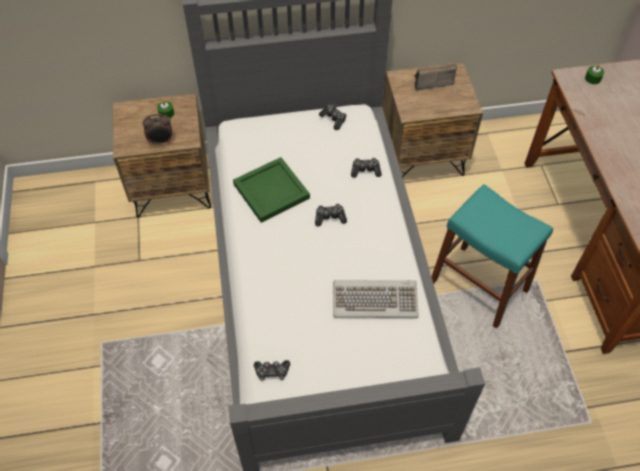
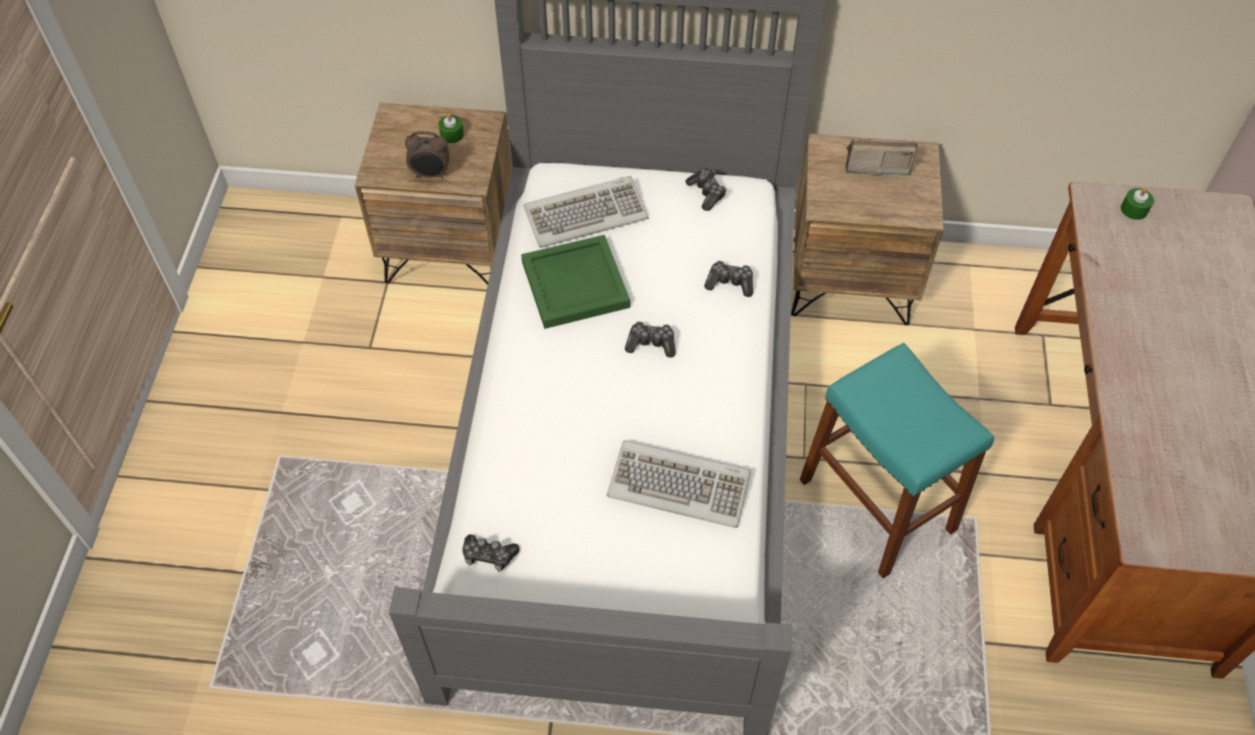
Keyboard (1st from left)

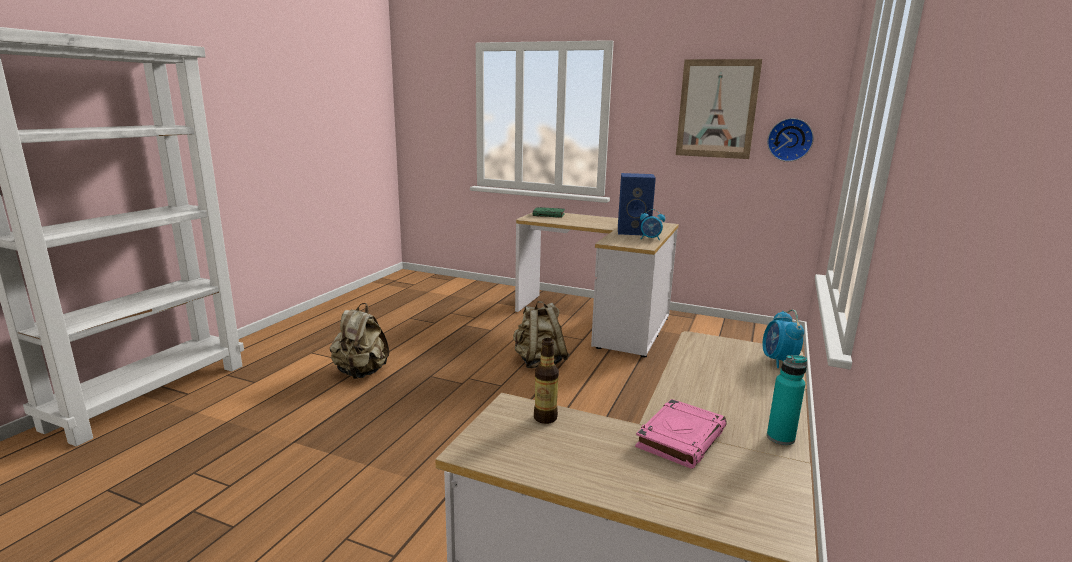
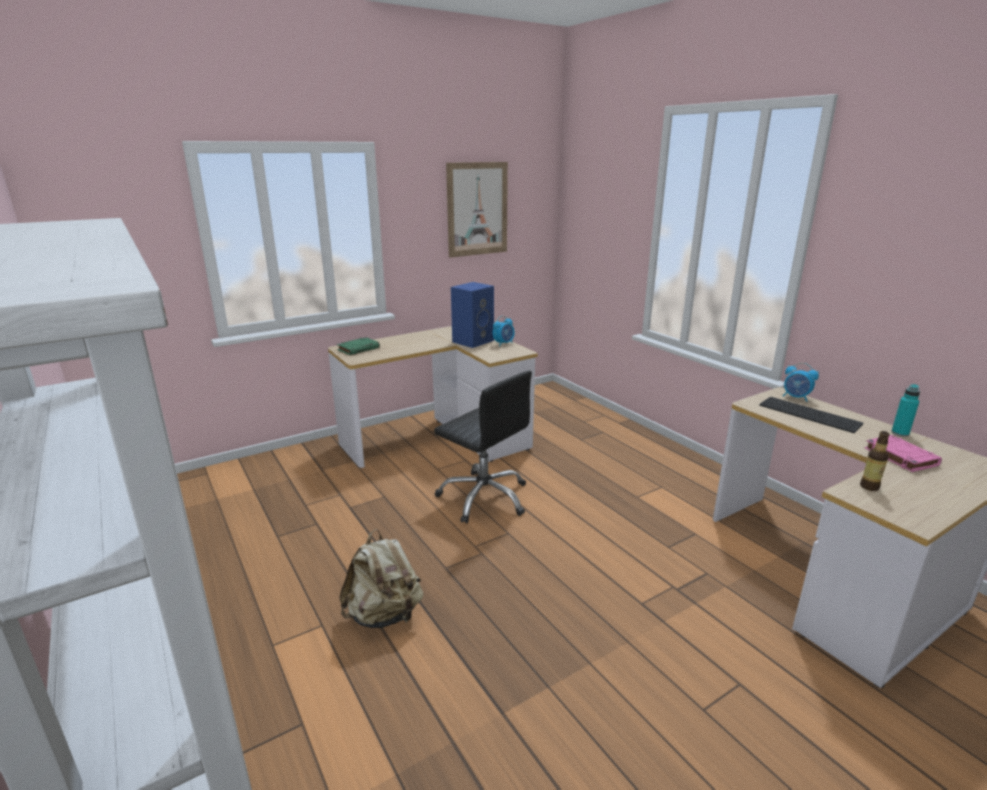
BlackColouredComputerChair; WallClock; Keyboard

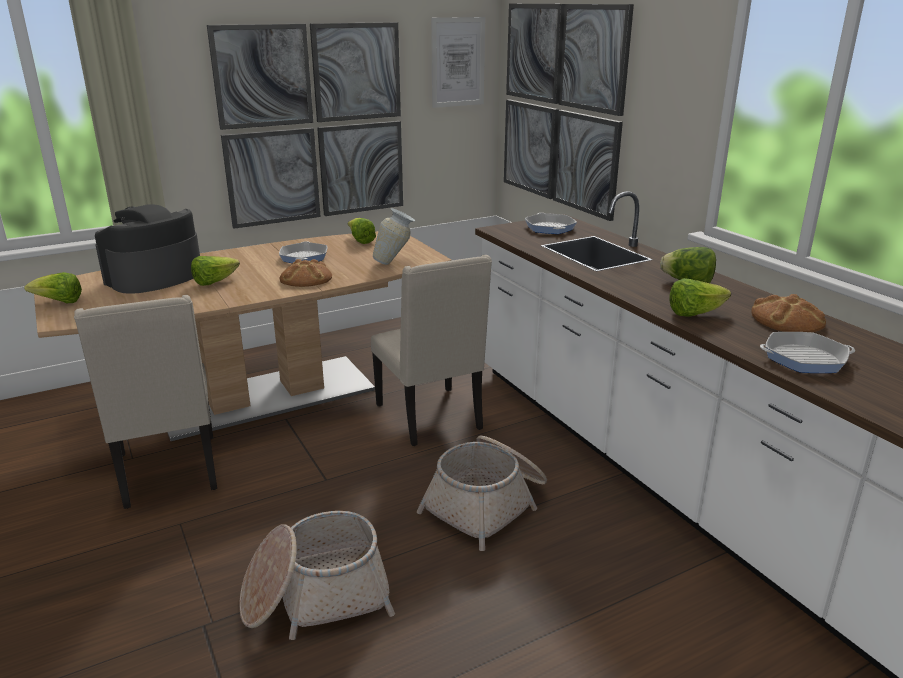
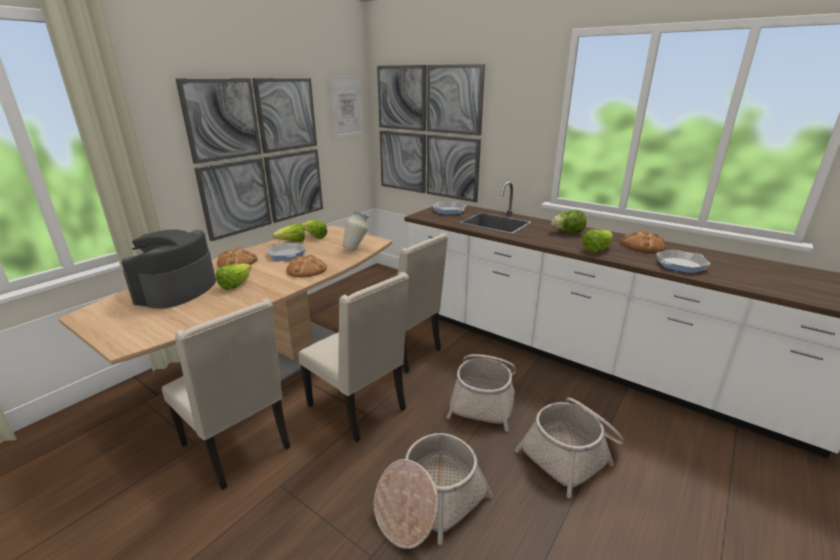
LettuceHead (2nd from left); BakeryBread (1st from left); BeigePlainChair (2nd from left); Basket (3rd from left)

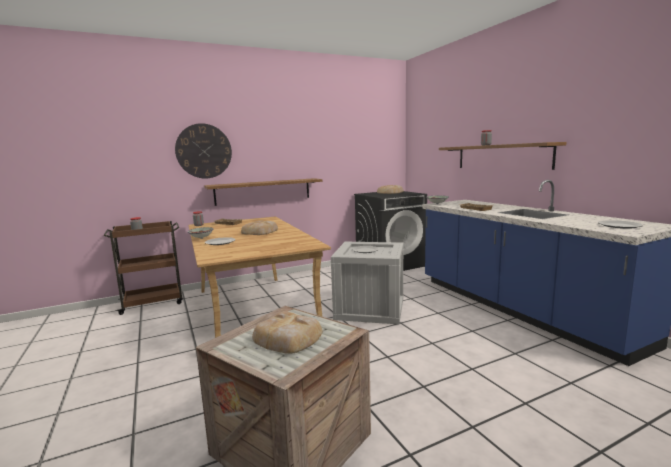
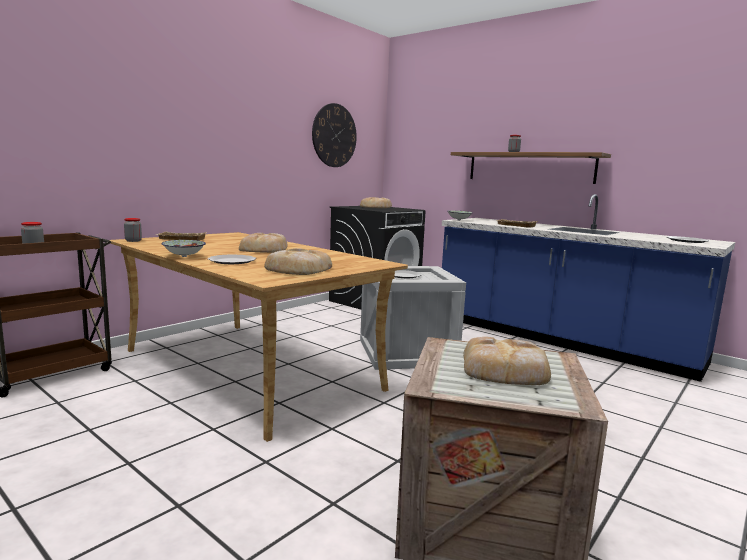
WallClock; BracketShelf (1st from left in the first image); BakeryBread (2nd from left)

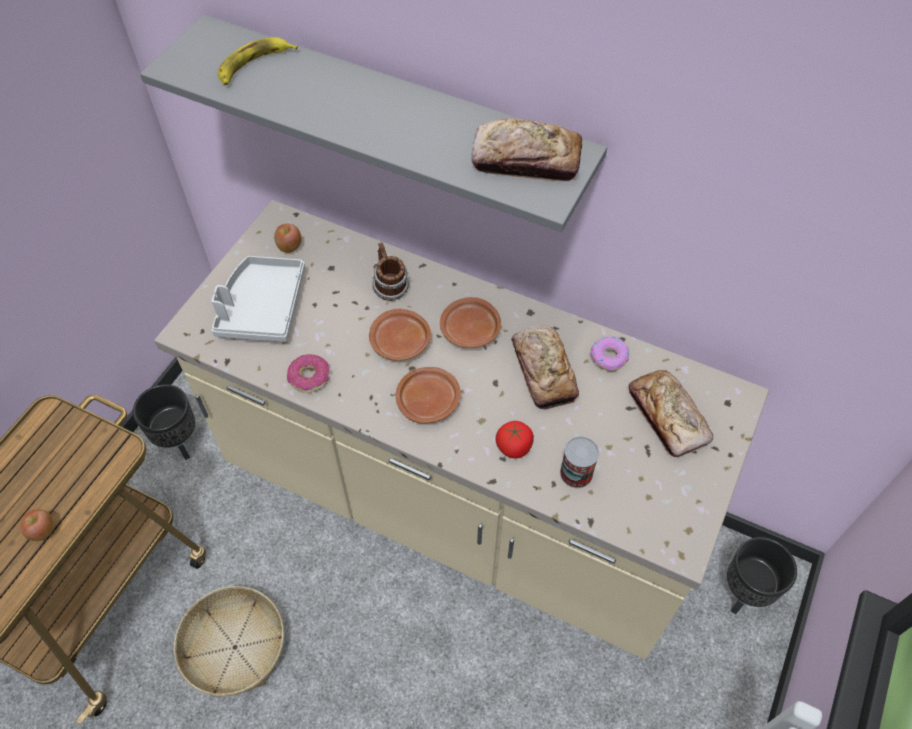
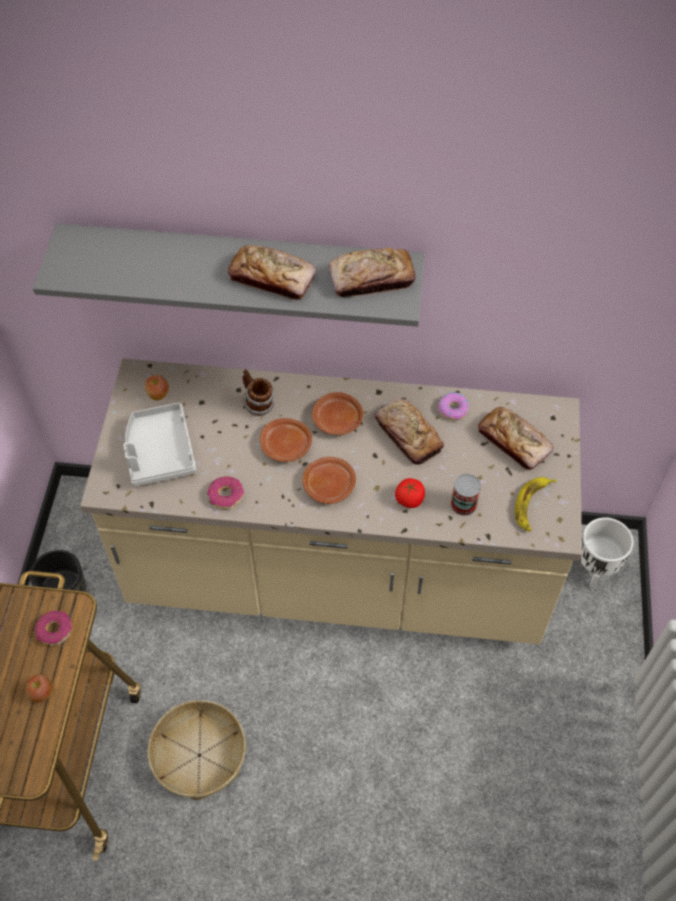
Banana; WhiteFlowerPot; Donut (1st from left); BakeryBread (1st from left)

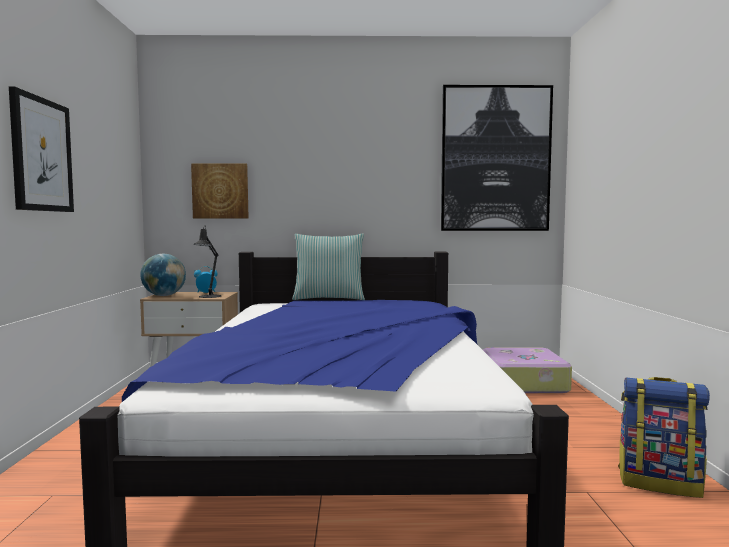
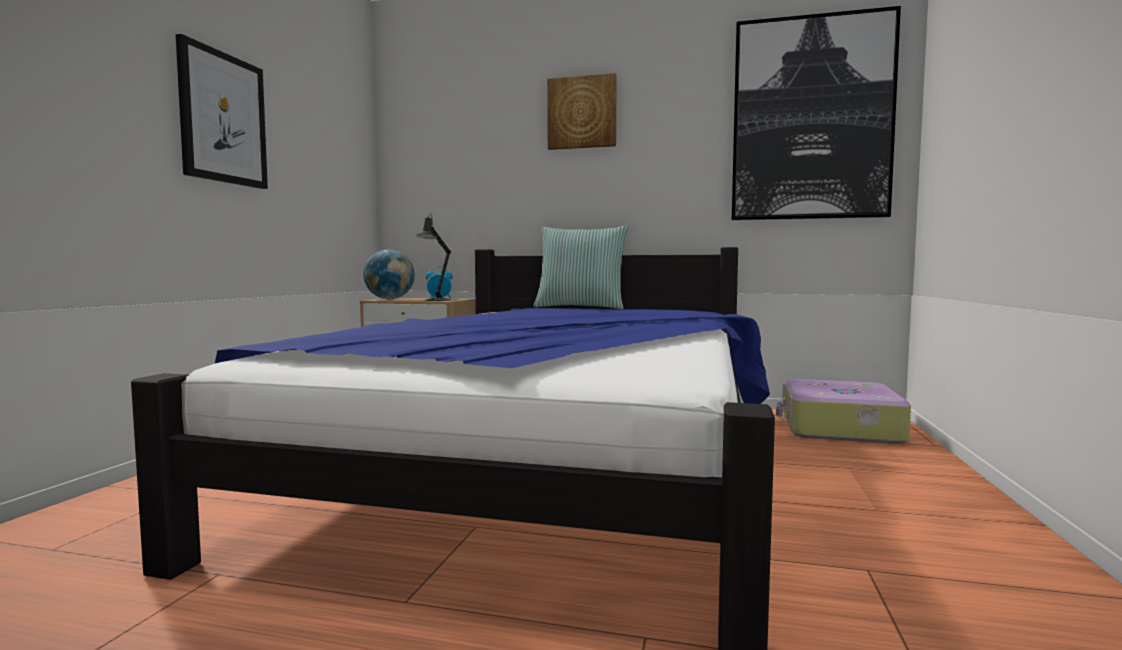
Picture (2nd from left); Knapsack

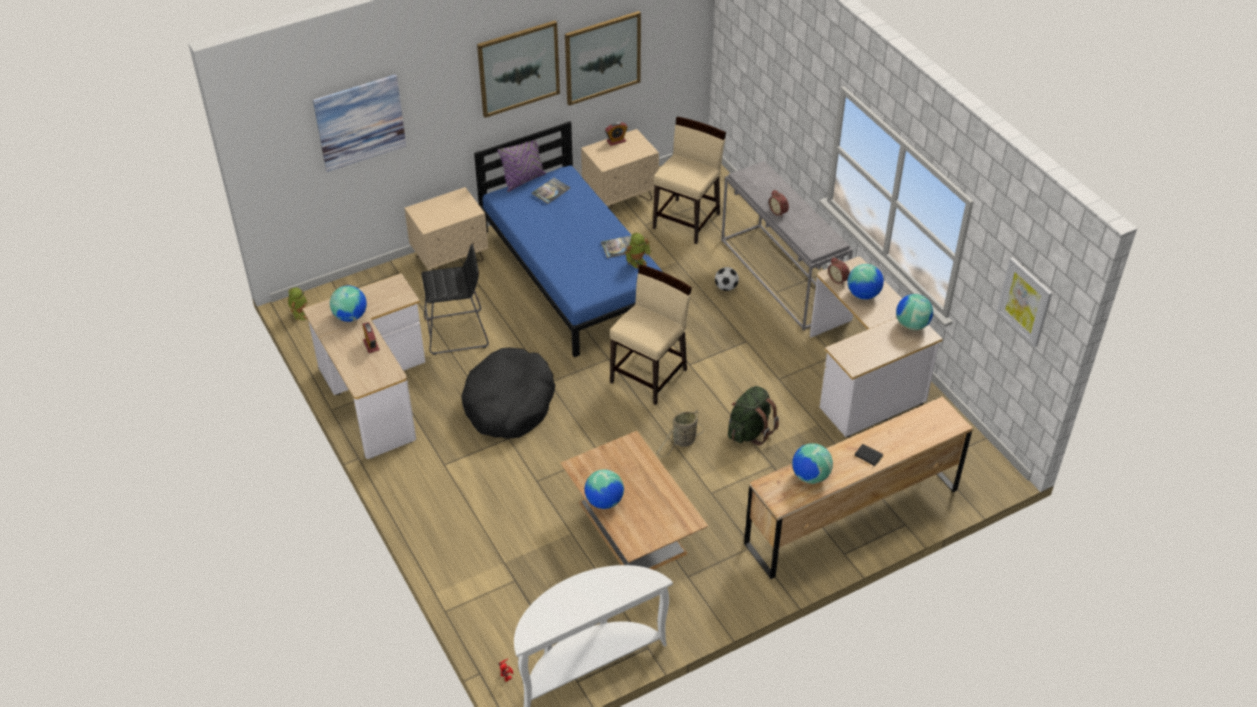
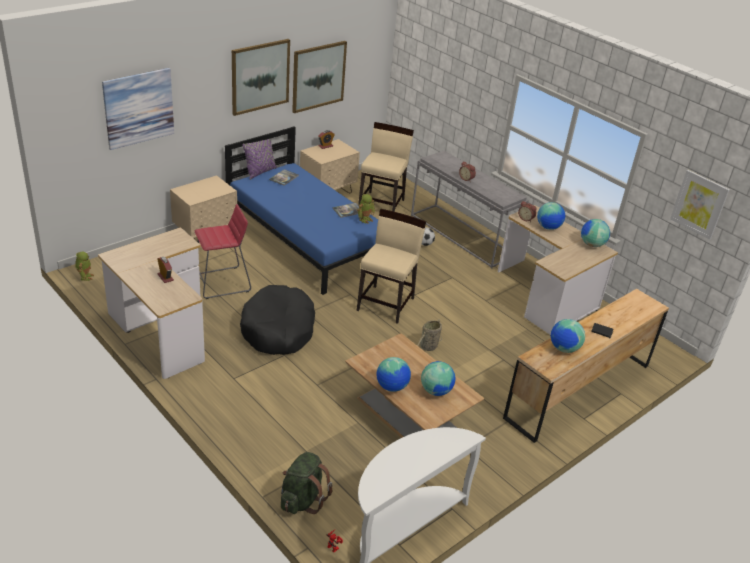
DeskGlobe (2nd from left); RedStoolSeat; GreenishKnapsack

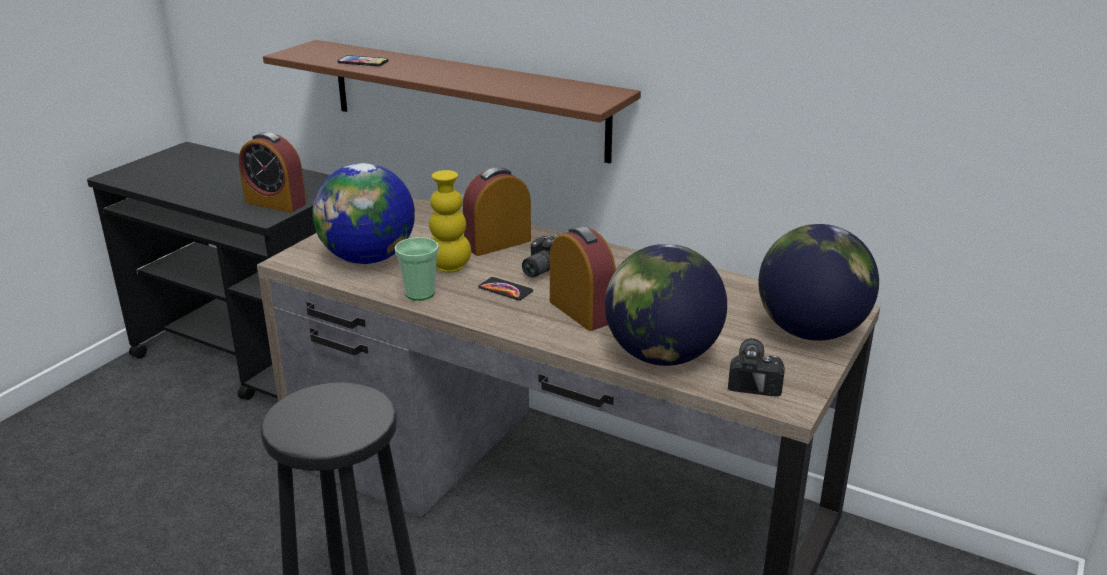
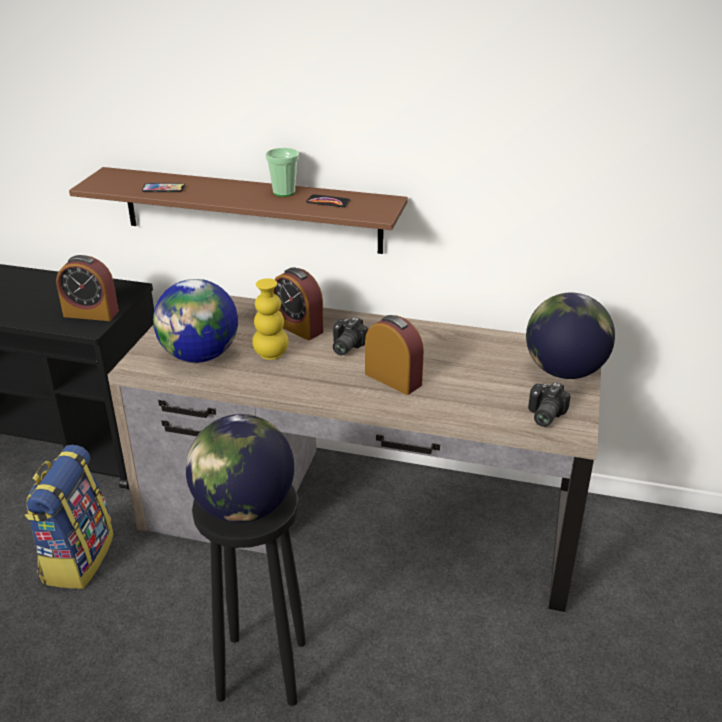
SmallCup; TableClock (2nd from left); Telephone (2nd from left); DeskGlobe (2nd from left); PhotoCamera (2nd from left); Knapsack

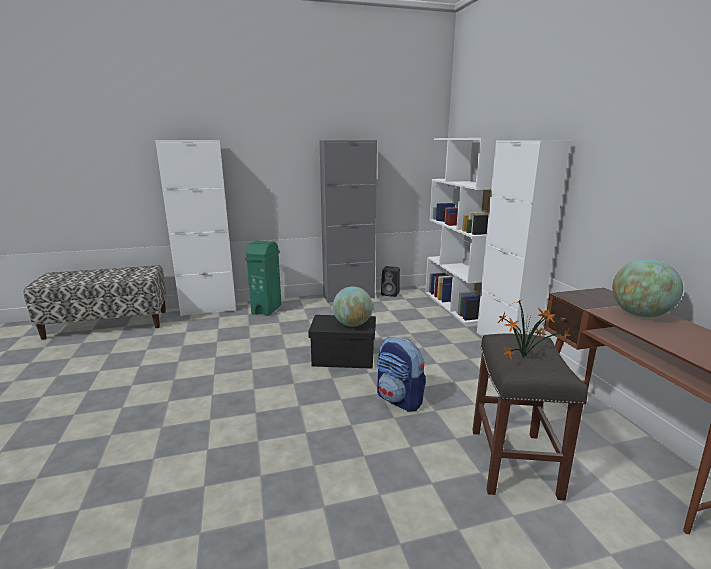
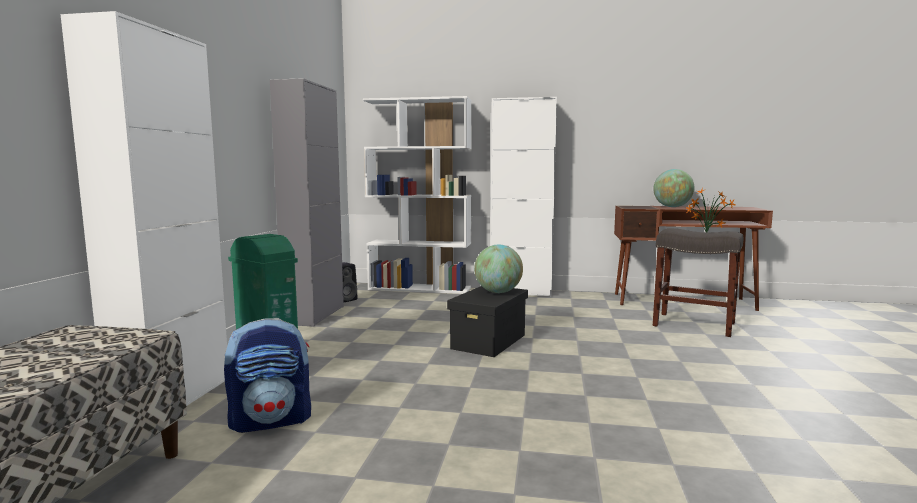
Knapsack

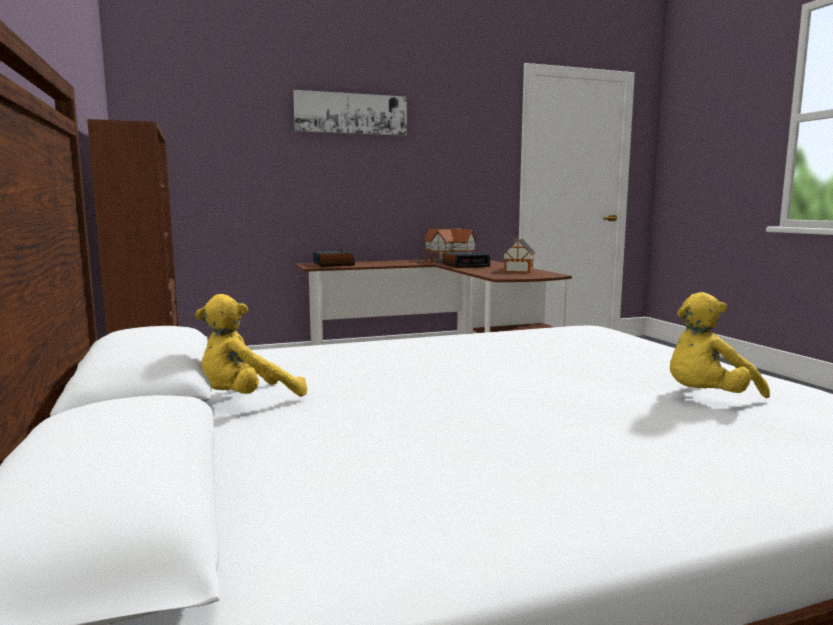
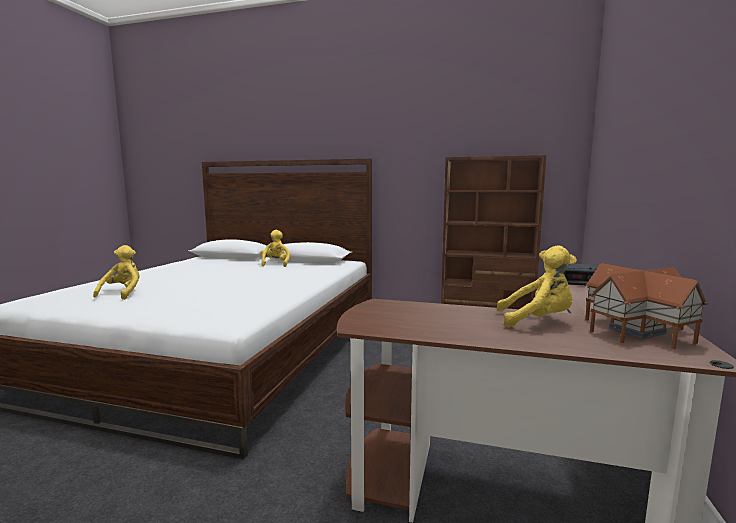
Picture; YellowishSoftToy (3rd from left); ToyHouse (2nd from left in the first image)

